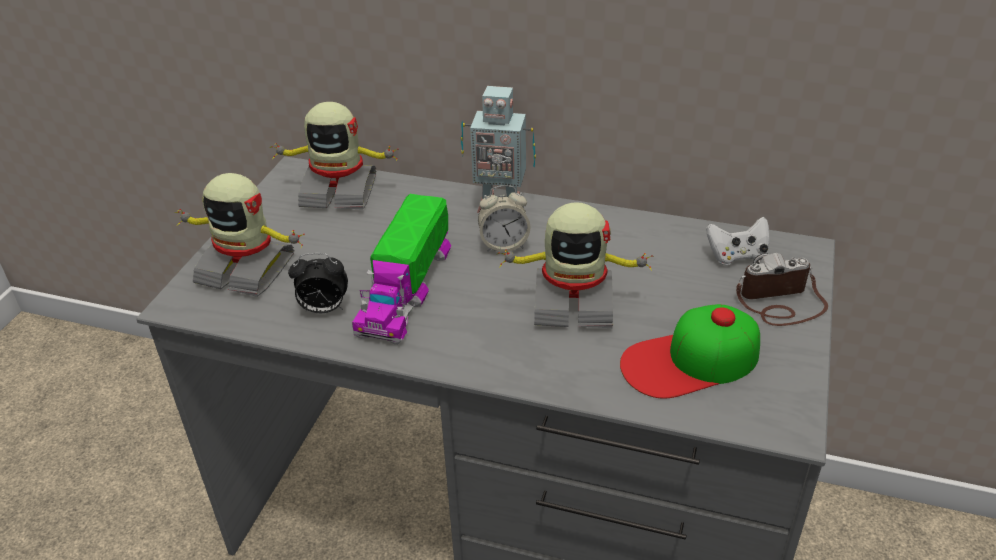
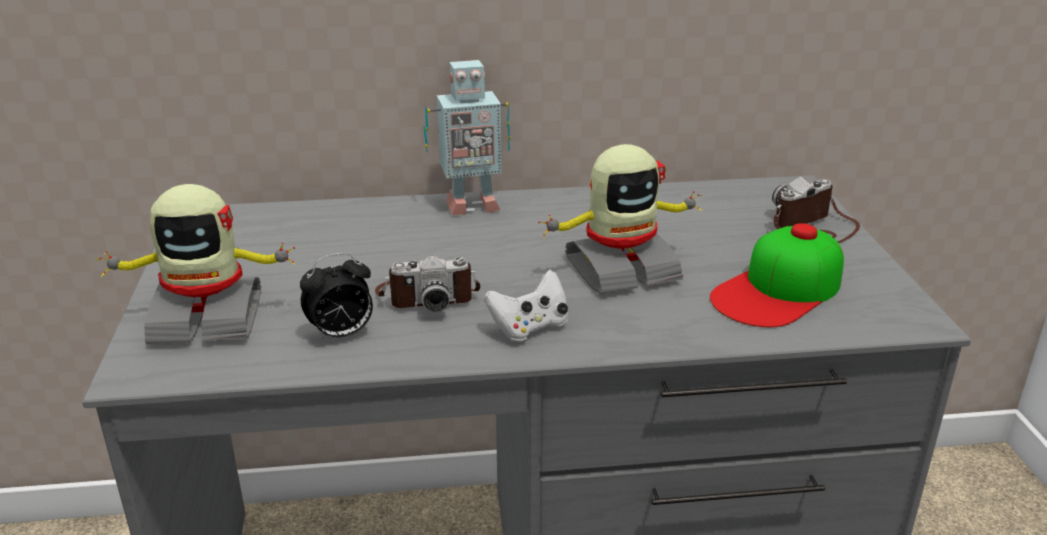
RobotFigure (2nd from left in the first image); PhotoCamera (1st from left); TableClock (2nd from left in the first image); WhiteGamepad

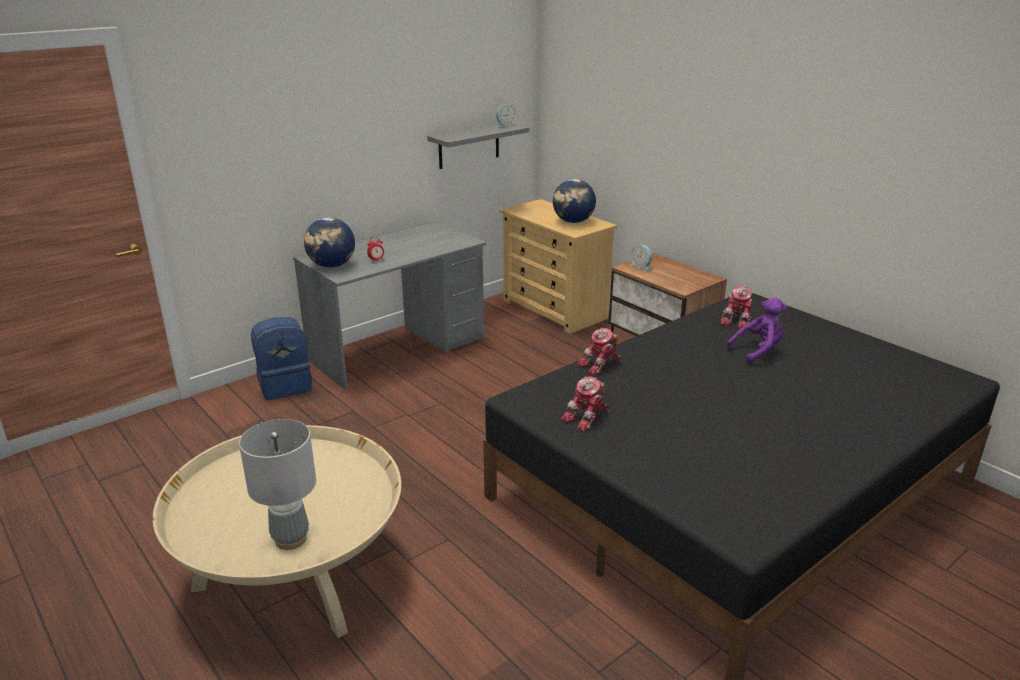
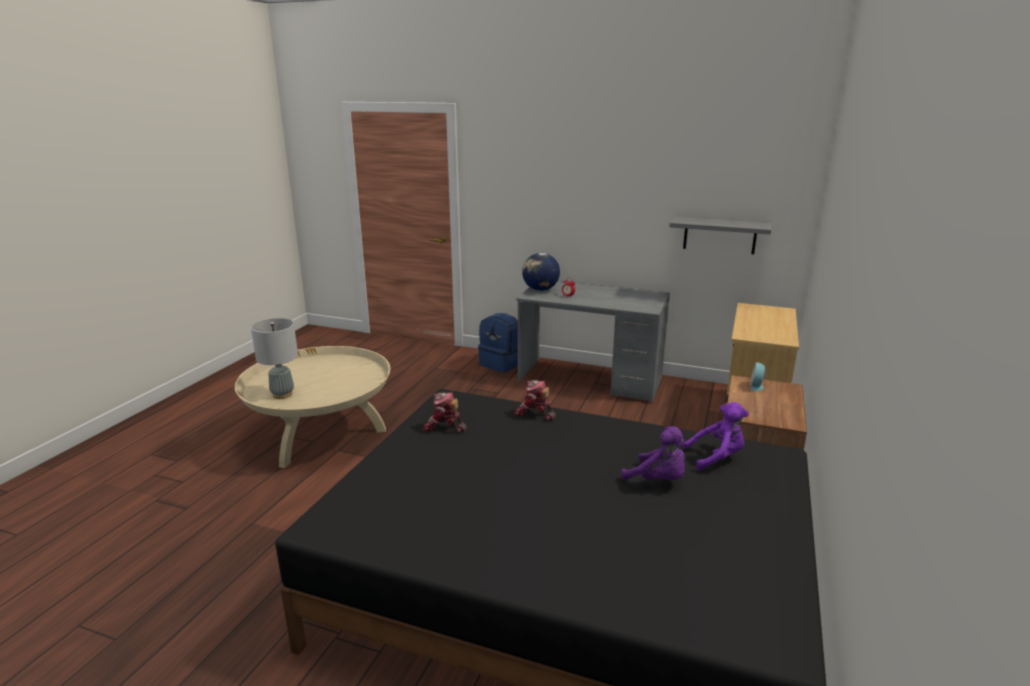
TableClock (2nd from left in the first image); DeskGlobe (2nd from left in the first image); PurpleSoftToy (2nd from left)

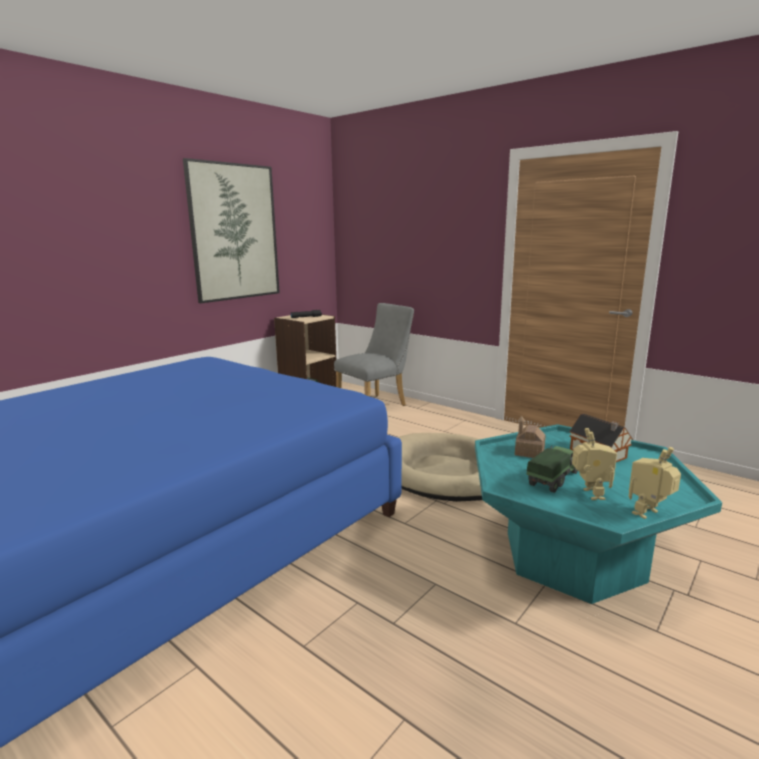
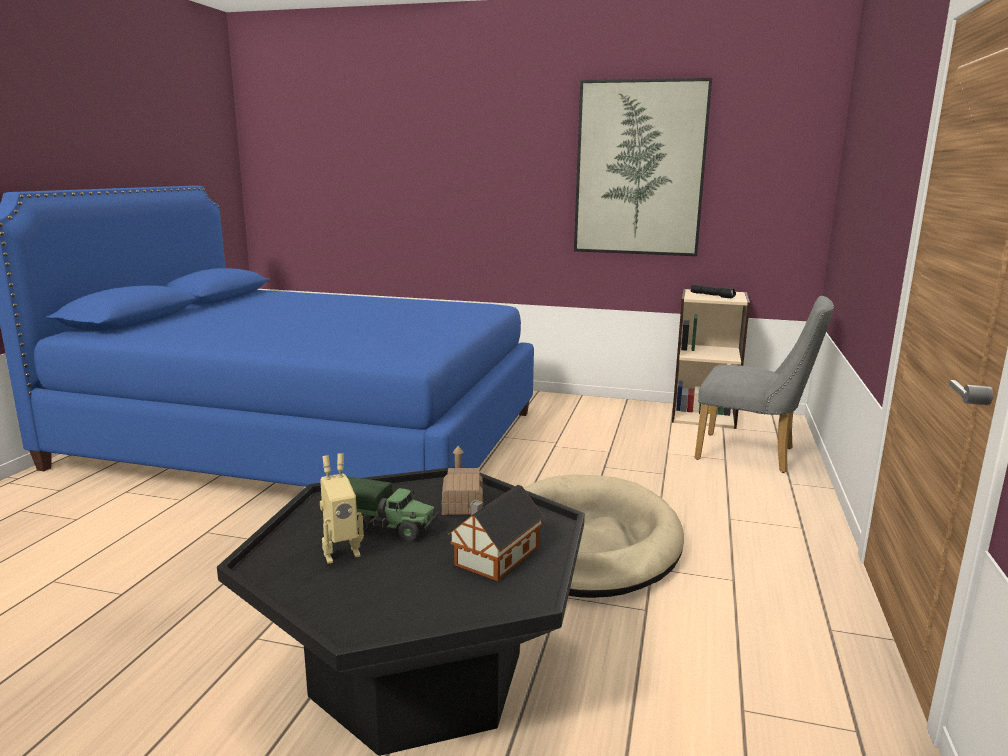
BlackColouredLoungeTable; RobotFigure (2nd from left in the first image)

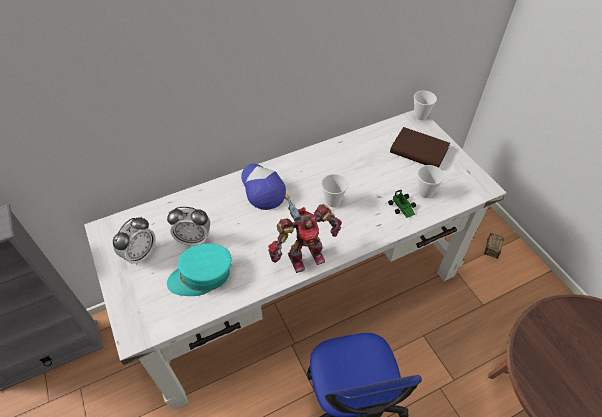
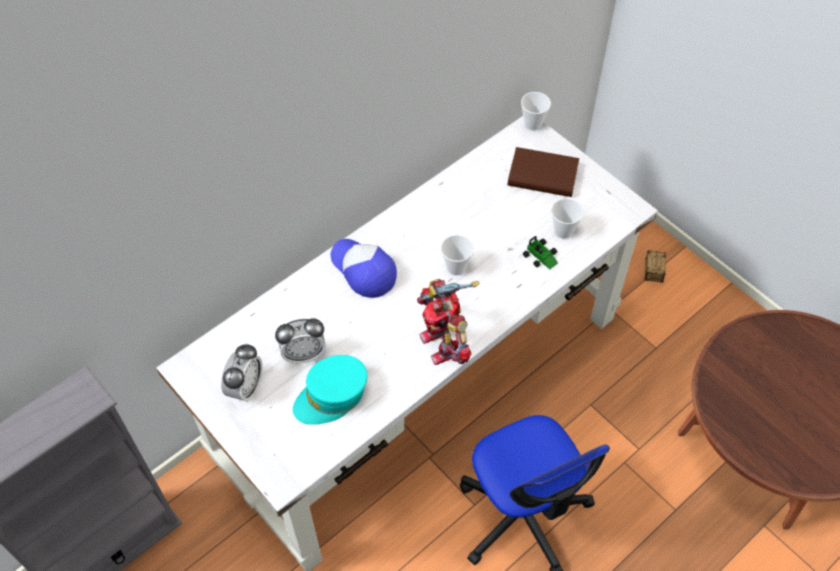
RobotFigure

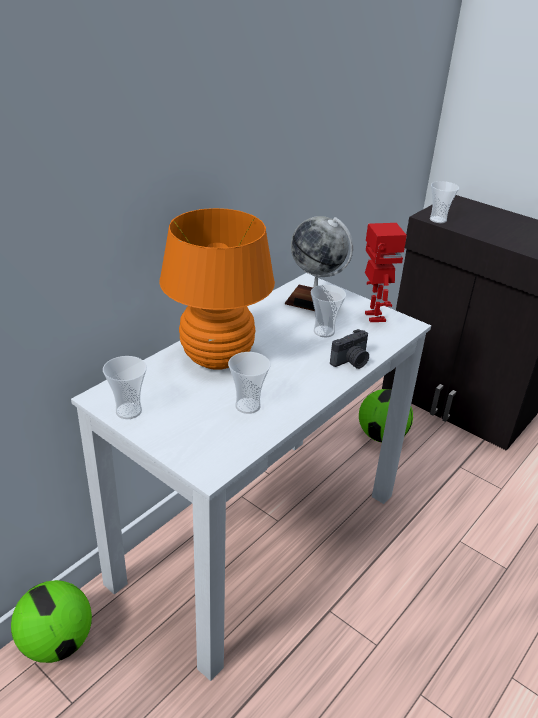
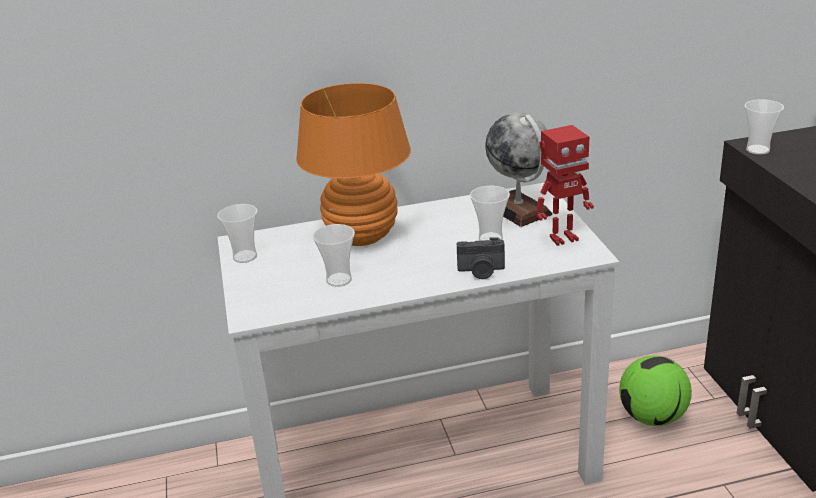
FootballBall (1st from left in the first image); RobotFigure

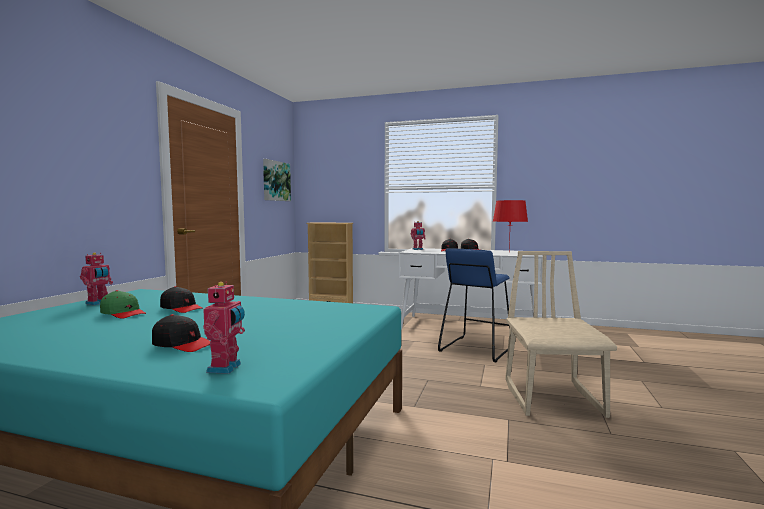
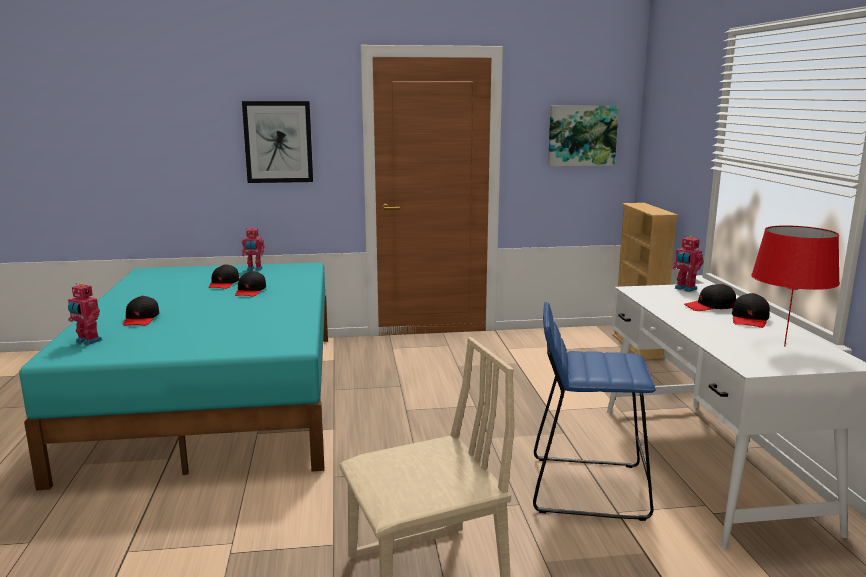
BlackColouredBaseballCap (2nd from left); RobotFigure (1st from left); Picture (1st from left)

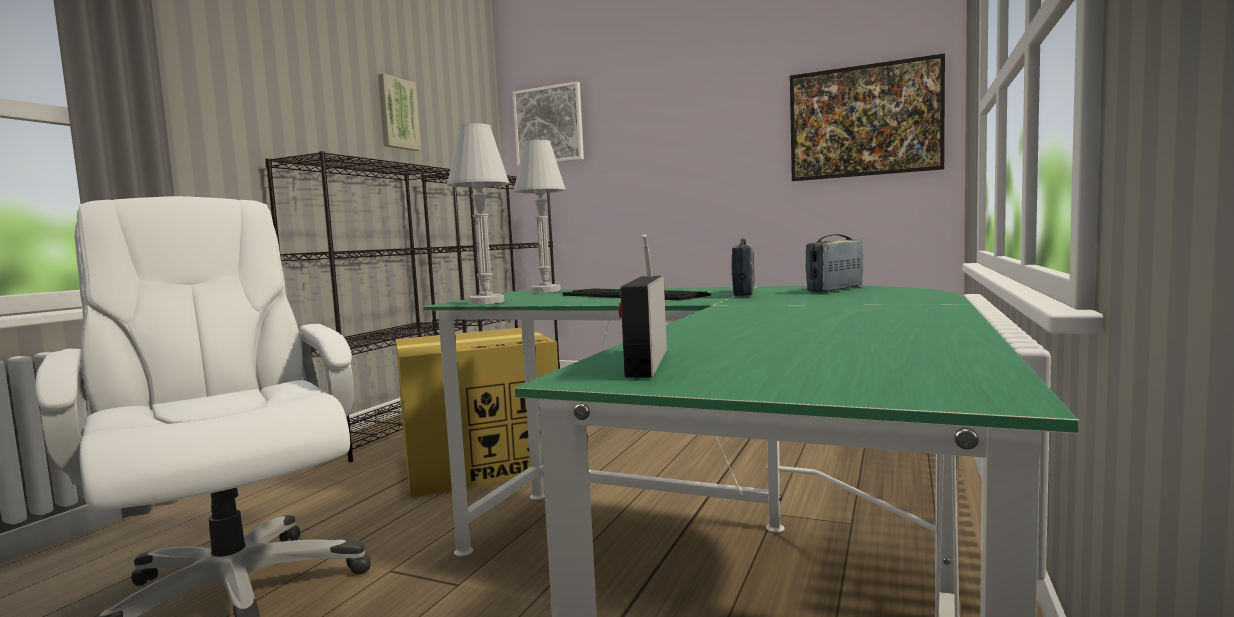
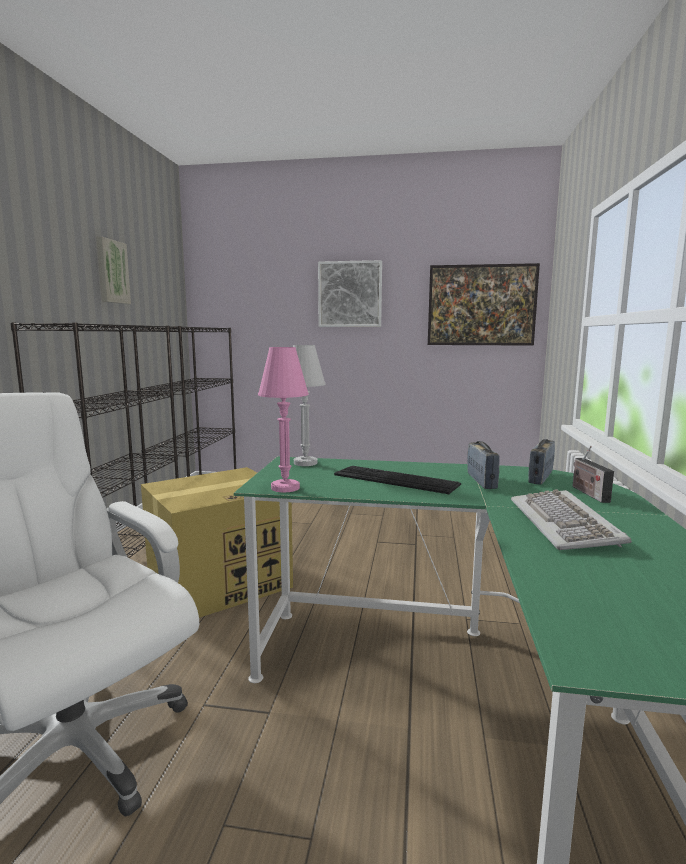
PinkishTabletopLamp; Picture (2nd from left); Radio (3rd from left); Keyboard (2nd from left)

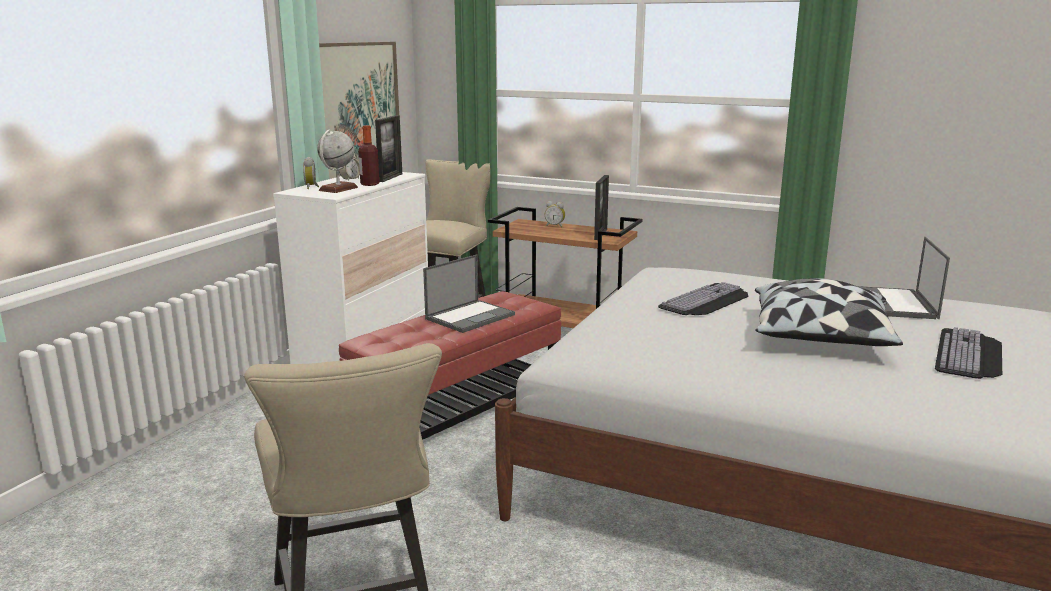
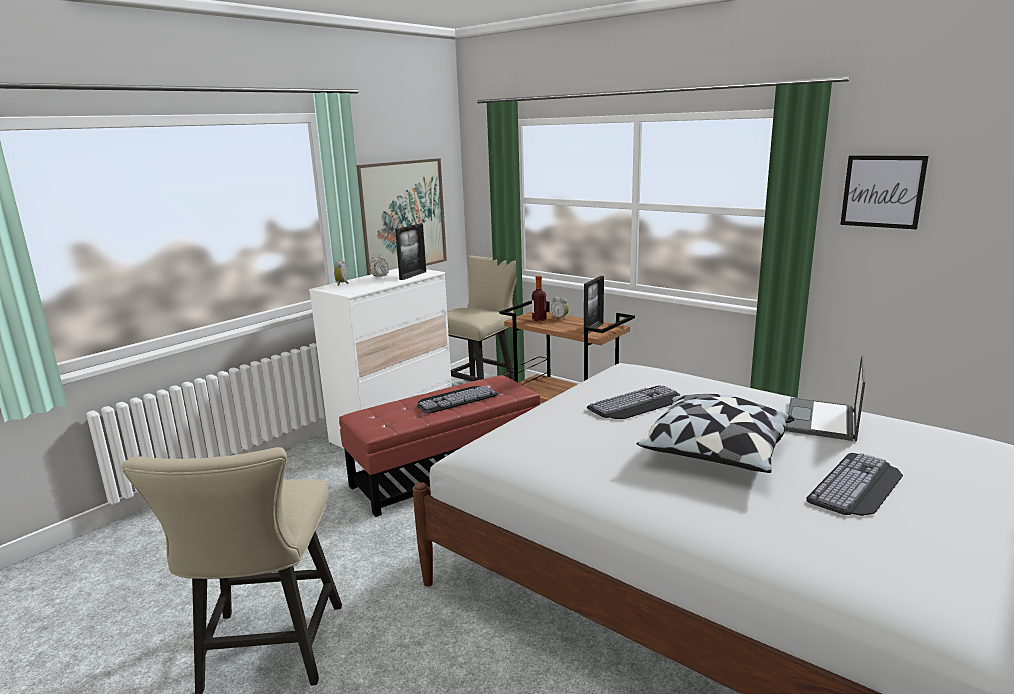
DeskGlobe; BeverageBottle; Keyboard (1st from left); Picture (2nd from left)

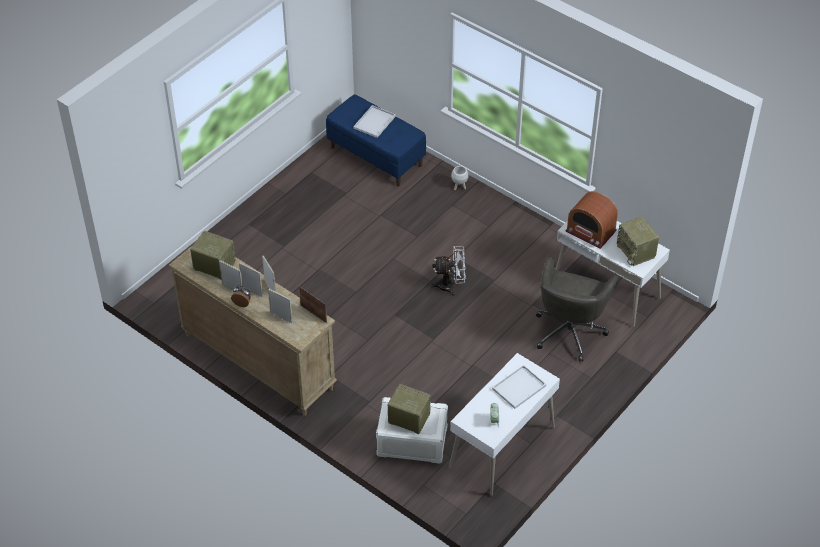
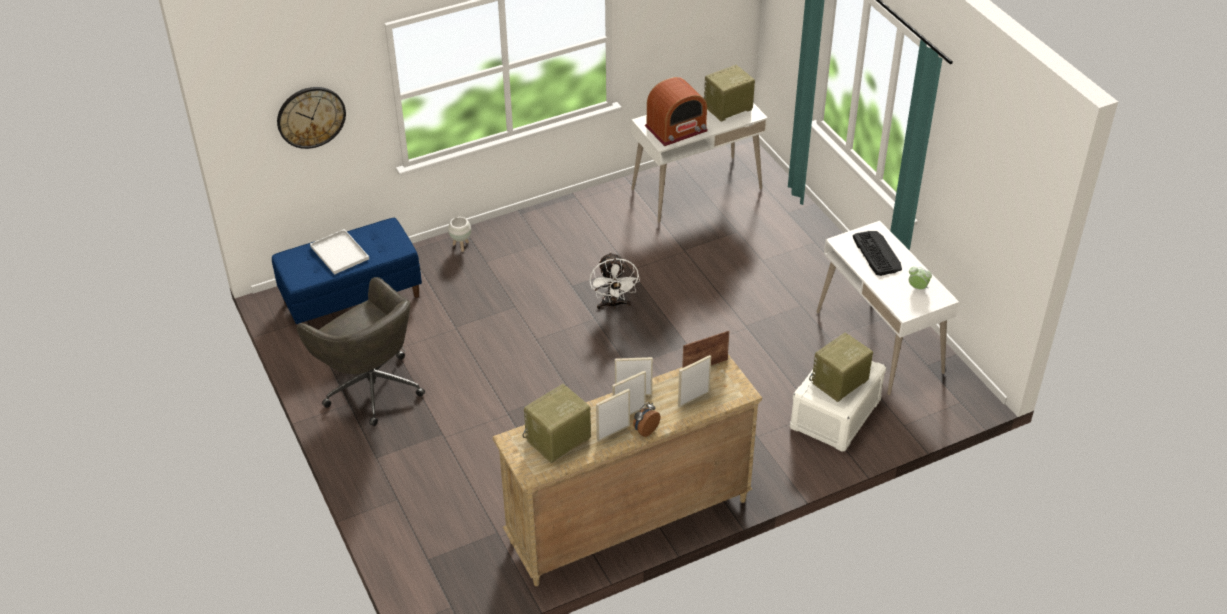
WhiteFan; Keyboard; GreyComputerChair; Radio (3rd from left); WallClock

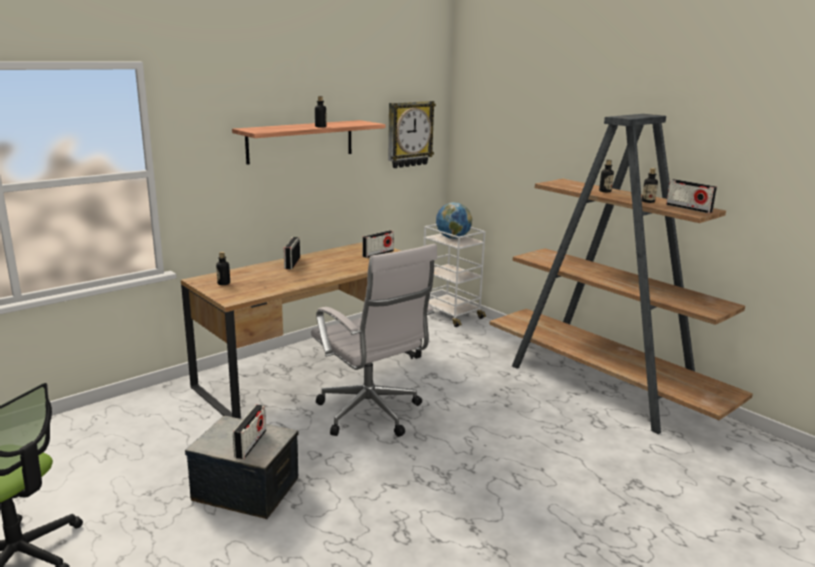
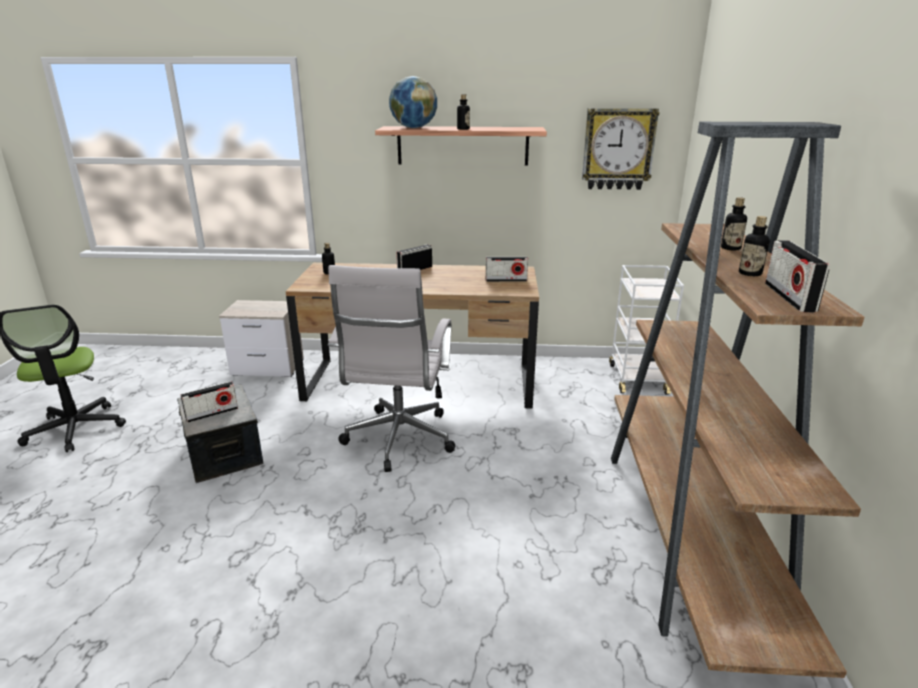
DeskGlobe; Nightstand

